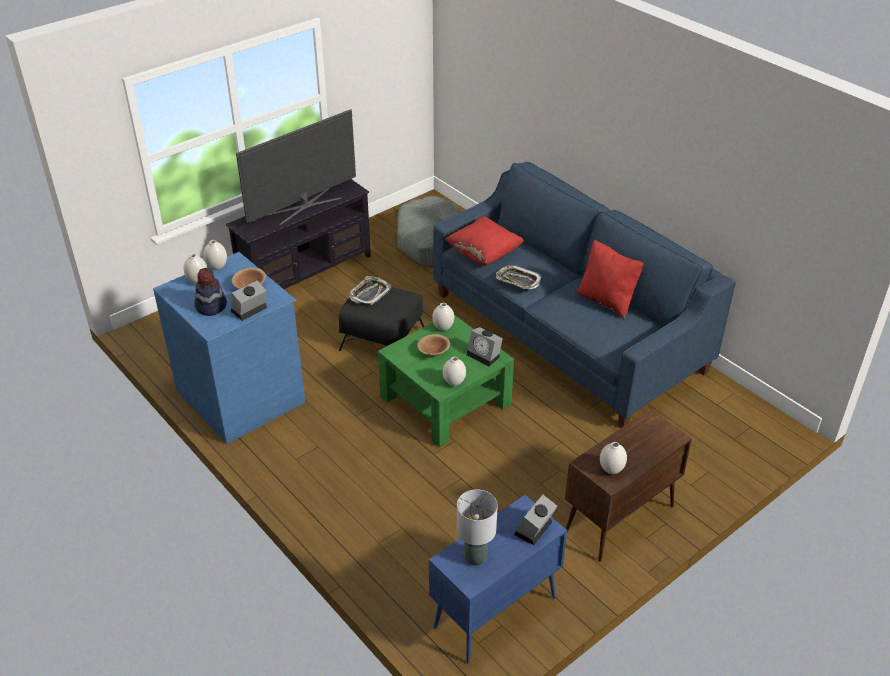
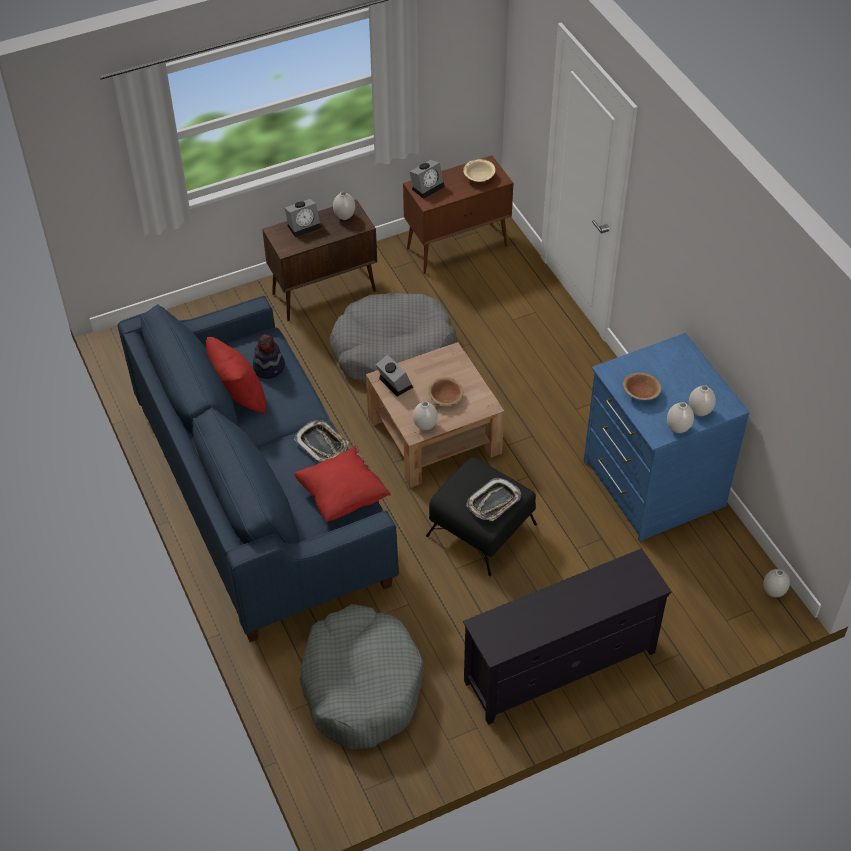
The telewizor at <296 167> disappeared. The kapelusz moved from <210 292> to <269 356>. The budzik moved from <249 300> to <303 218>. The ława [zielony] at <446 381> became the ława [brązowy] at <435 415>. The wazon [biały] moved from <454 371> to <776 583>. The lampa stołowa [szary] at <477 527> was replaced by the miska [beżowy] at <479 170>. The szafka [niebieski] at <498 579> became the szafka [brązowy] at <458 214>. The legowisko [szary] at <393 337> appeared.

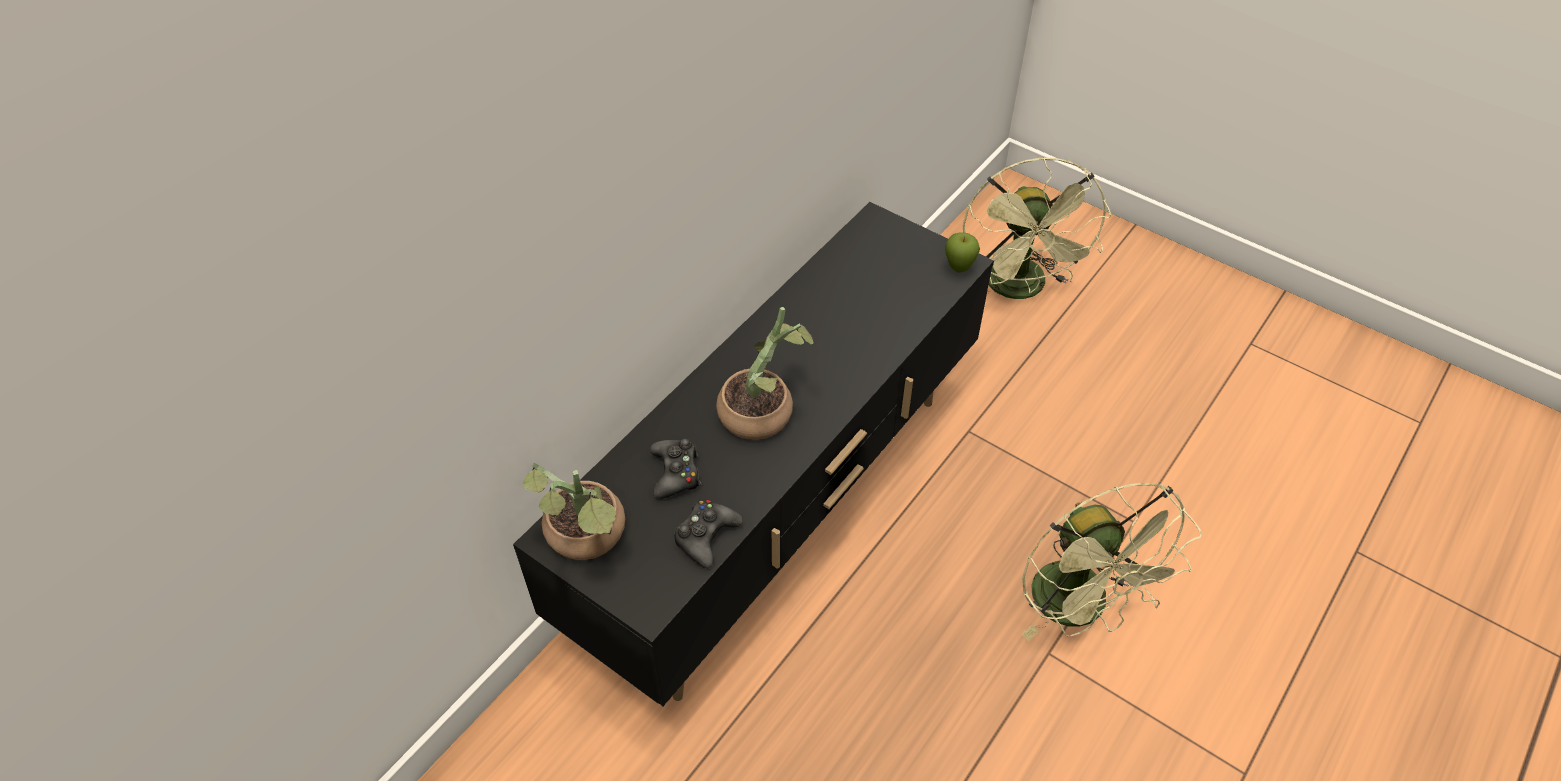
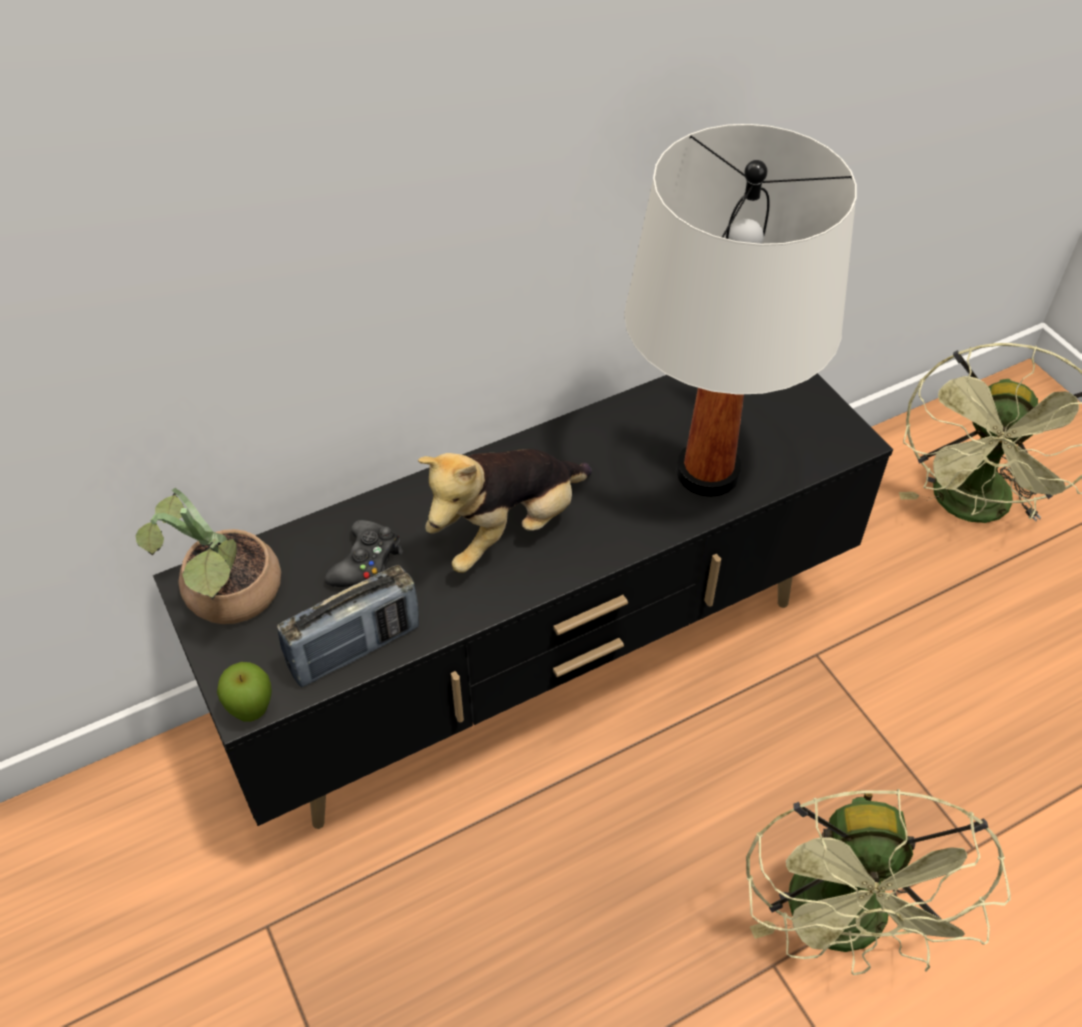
The jabłko moved from <962 253> to <244 692>. The roślina doniczkowa at <765 373> was replaced by the pluszak at <505 511>. The pad do gier [czarny] at <708 534> was replaced by the radio at <348 626>. The lampa stołowa [biały] at <740 310> appeared.

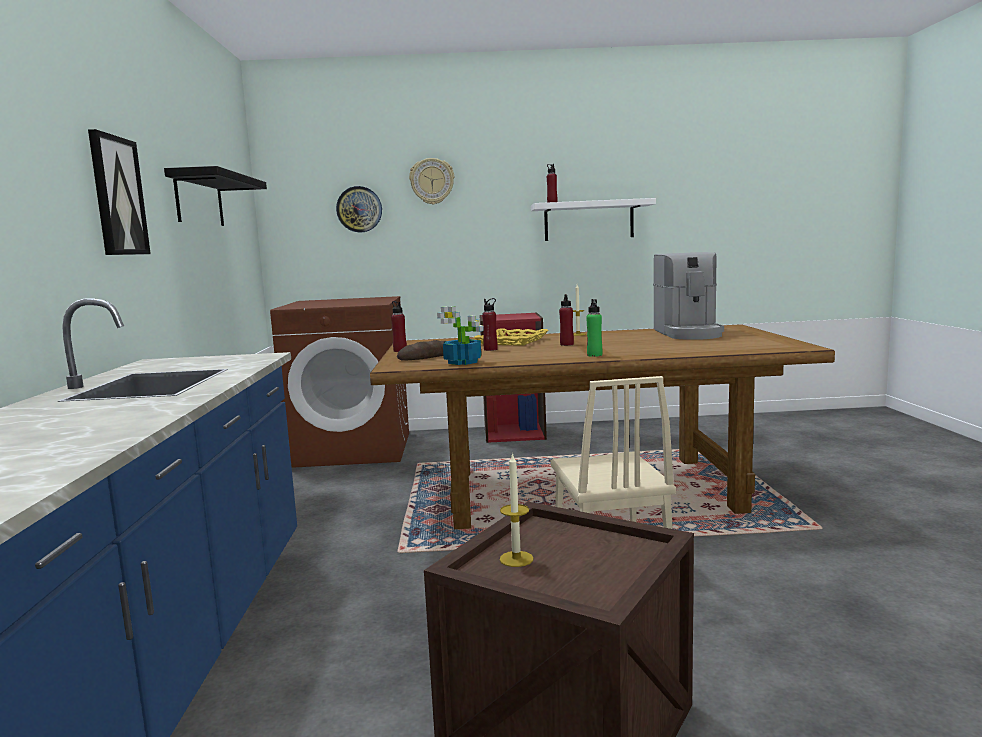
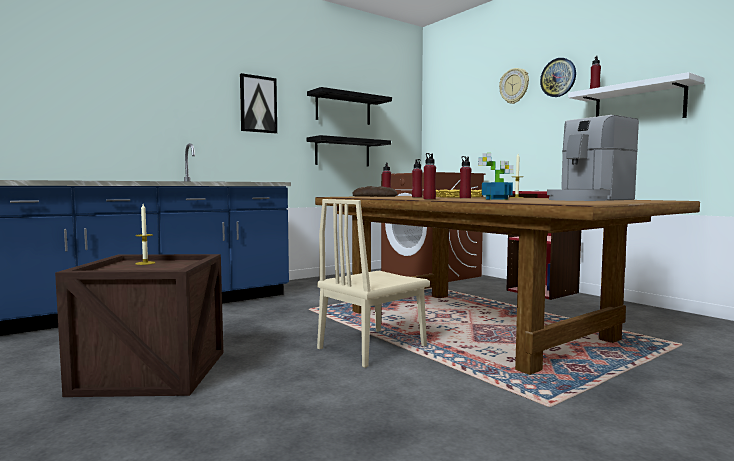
The zegar ścienny moved from <359 209> to <558 77>. The butelka [zielony] at <594 328> became the butelka [czerwony] at <429 176>. The roślina doniczkowa moved from <460 335> to <496 176>. The półka [czarny] at <348 150> appeared.

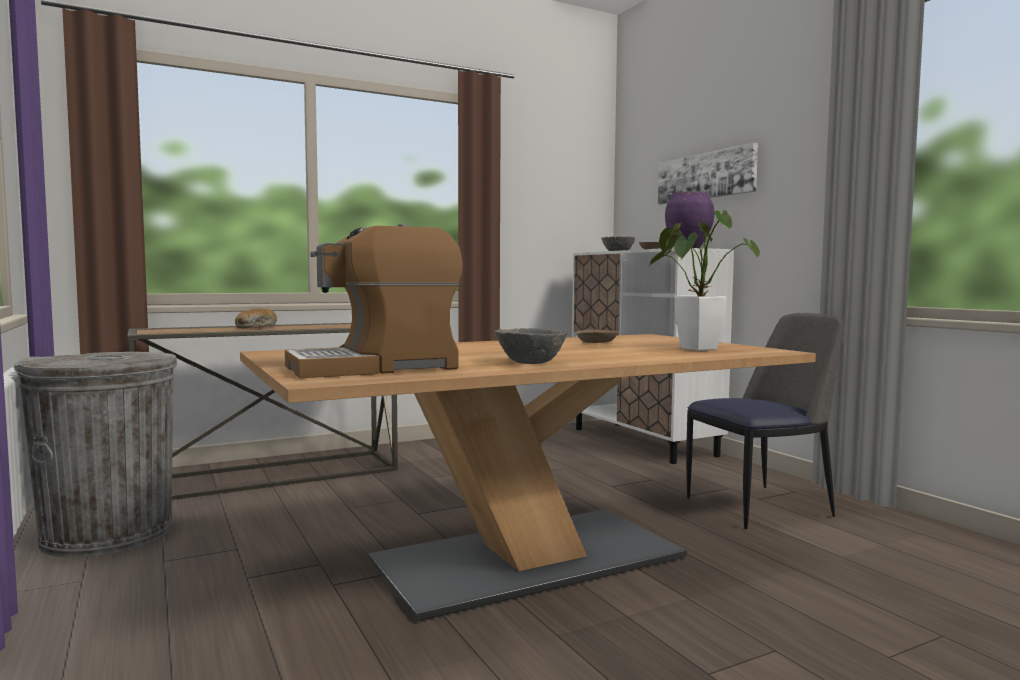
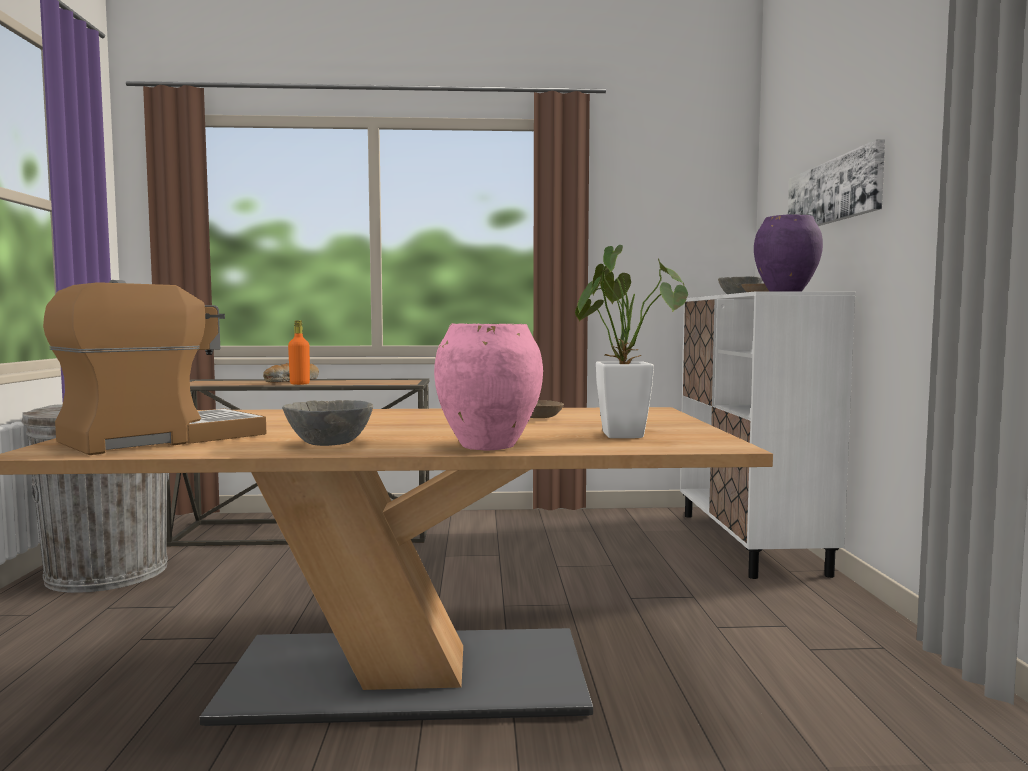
The ekspres do kawy at <374 301> turned 135 degrees clockwise. The krzesło at <764 421> disappeared. The butelka [pomarańczowy] at <299 352> appeared. The wazon [różowy] at <488 386> appeared.

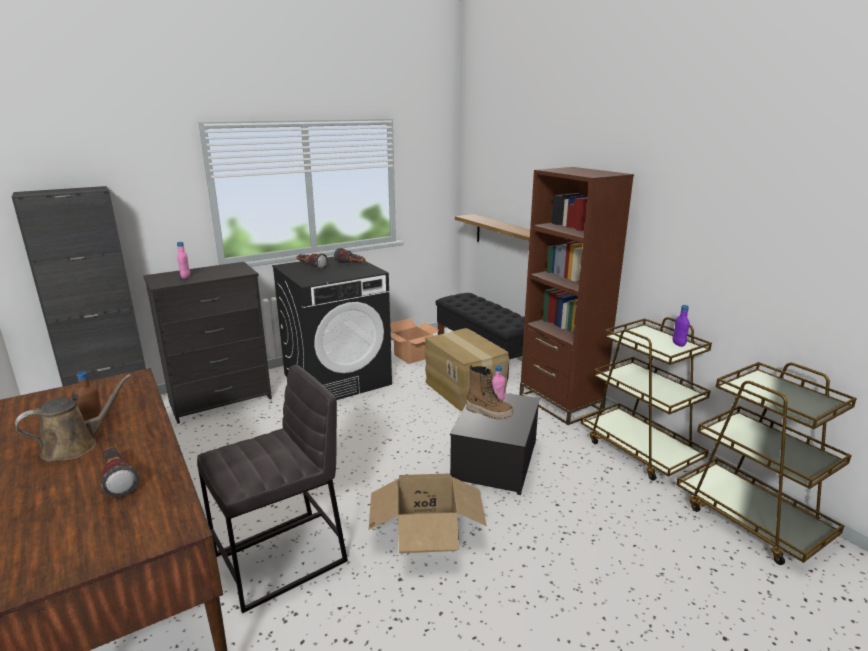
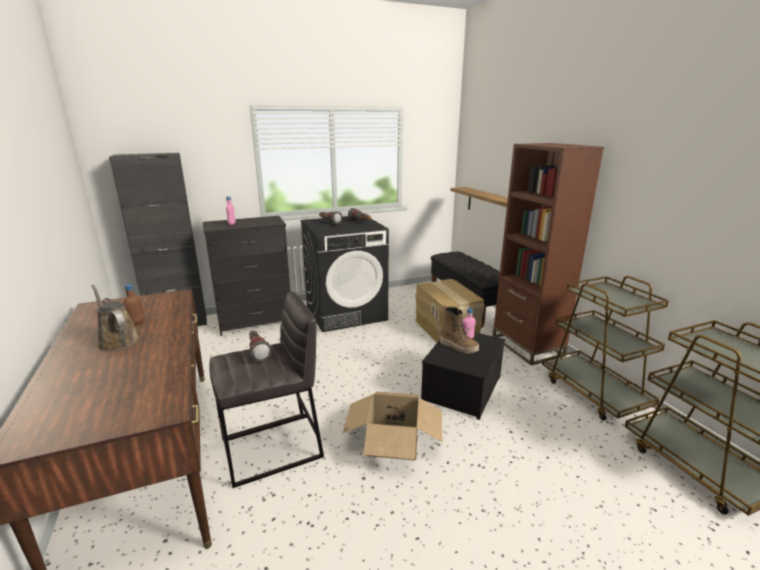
The butelka [fioletowy] at <681 326> disappeared. The karton at <414 341> disappeared. The konewka [brązowy] at <73 418> turned 105 degrees counterclockwise. The latarka moved from <120 472> to <260 346>.

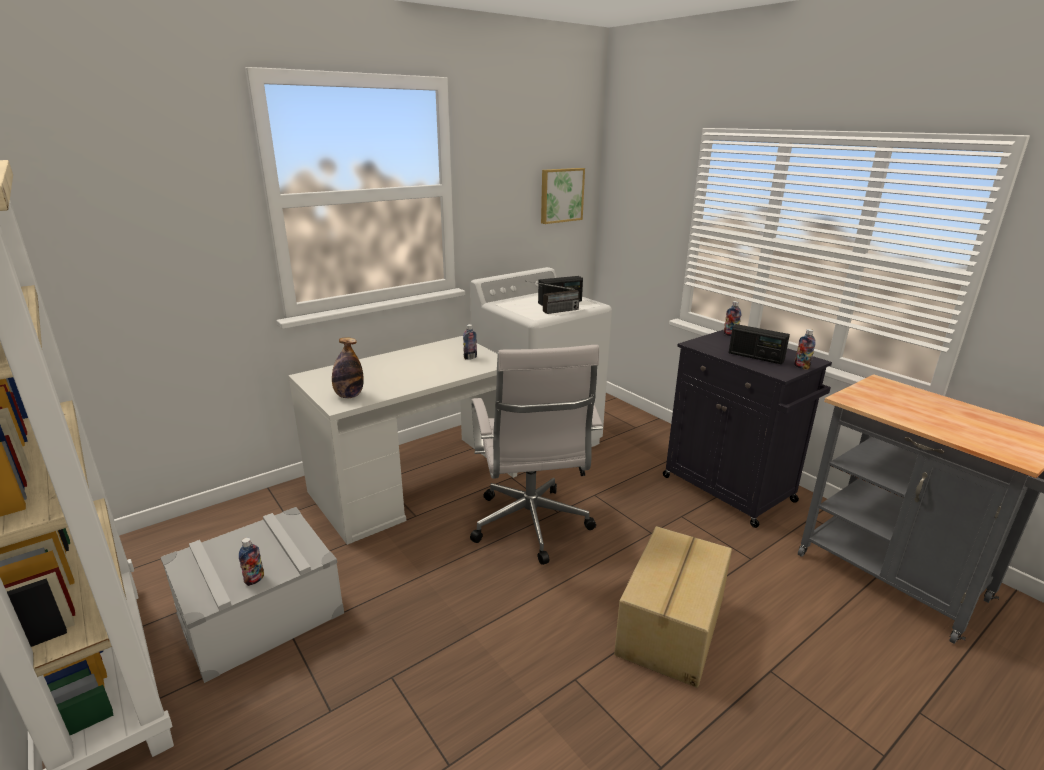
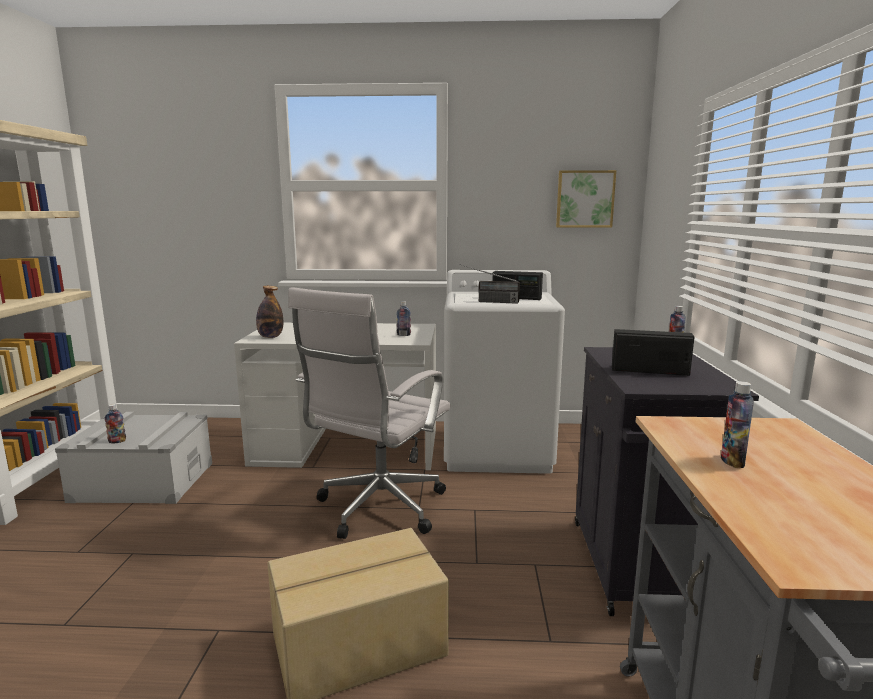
The radio at <759 344> turned 120 degrees clockwise. The butelka moved from <805 349> to <737 424>.

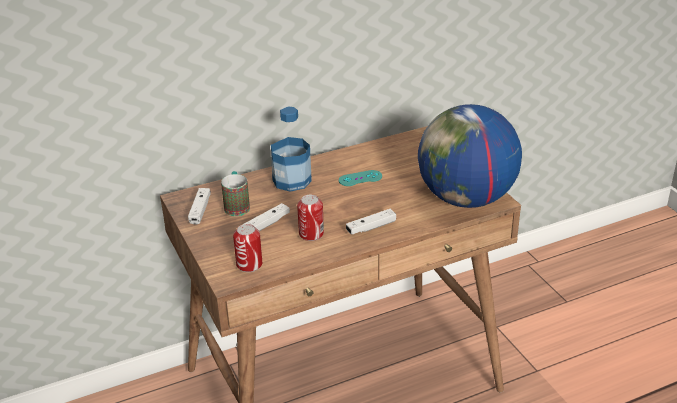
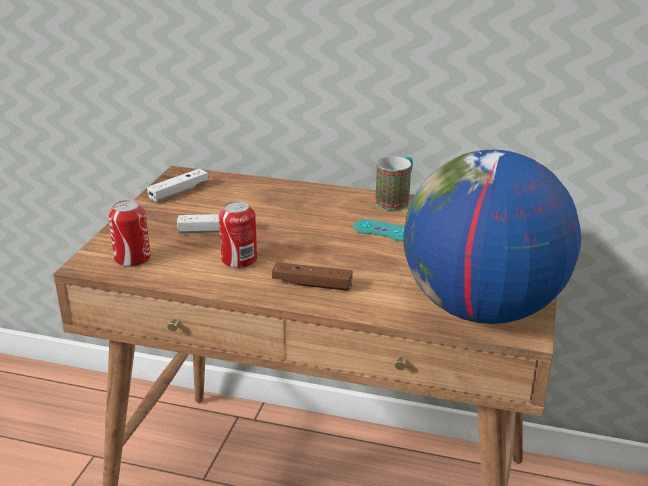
The butelka at <291 149> disappeared. The kubek moved from <235 193> to <394 183>. The pad do gier [biały] at <371 222> became the pad do gier [brązowy] at <312 276>.

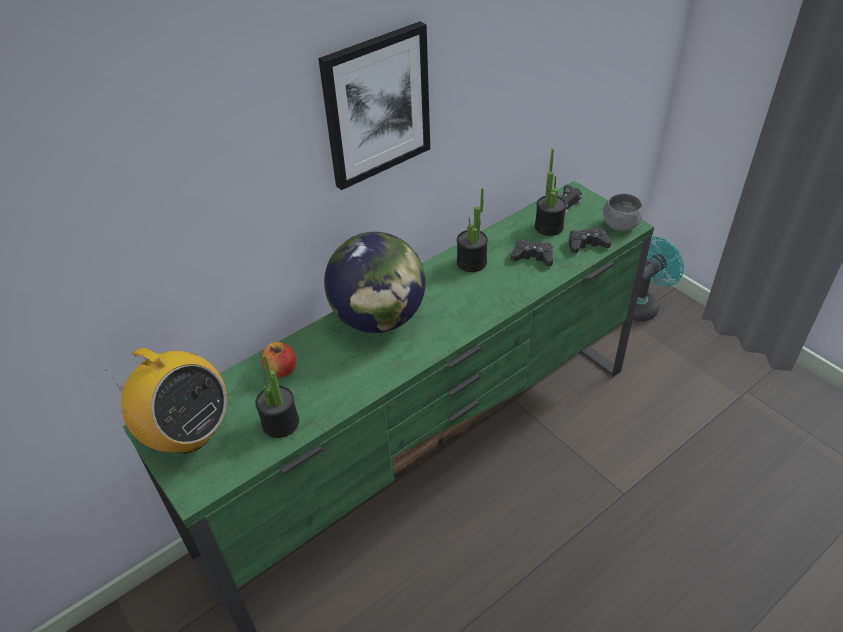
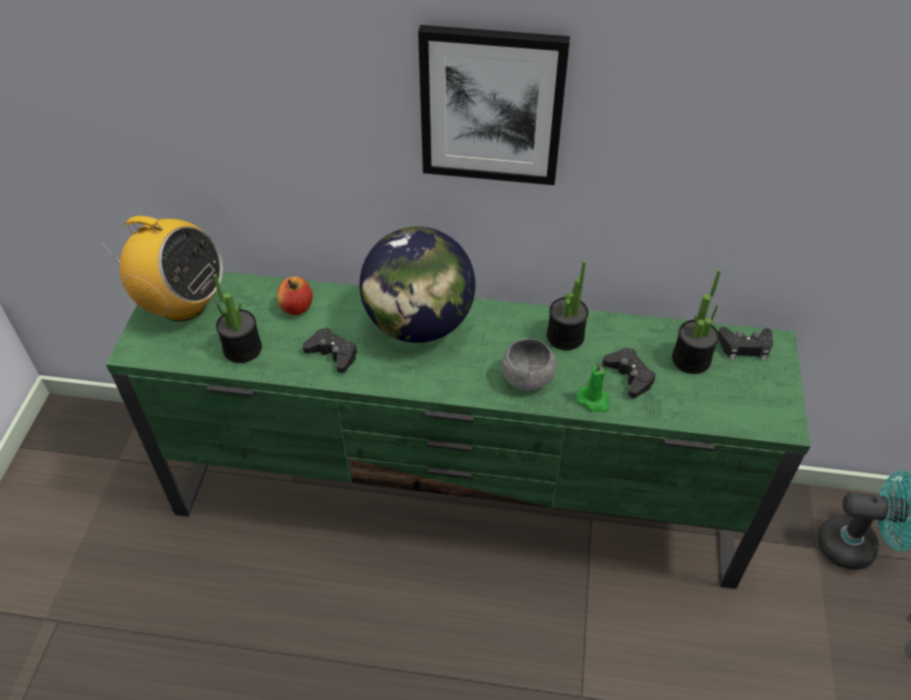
The miska [szary] moved from <623 212> to <529 364>. The pad do gier [czarny] moved from <590 240> to <329 350>. The radio at <166 400> turned 60 degrees counterclockwise. The świeca [zielony] at <593 387> appeared.

